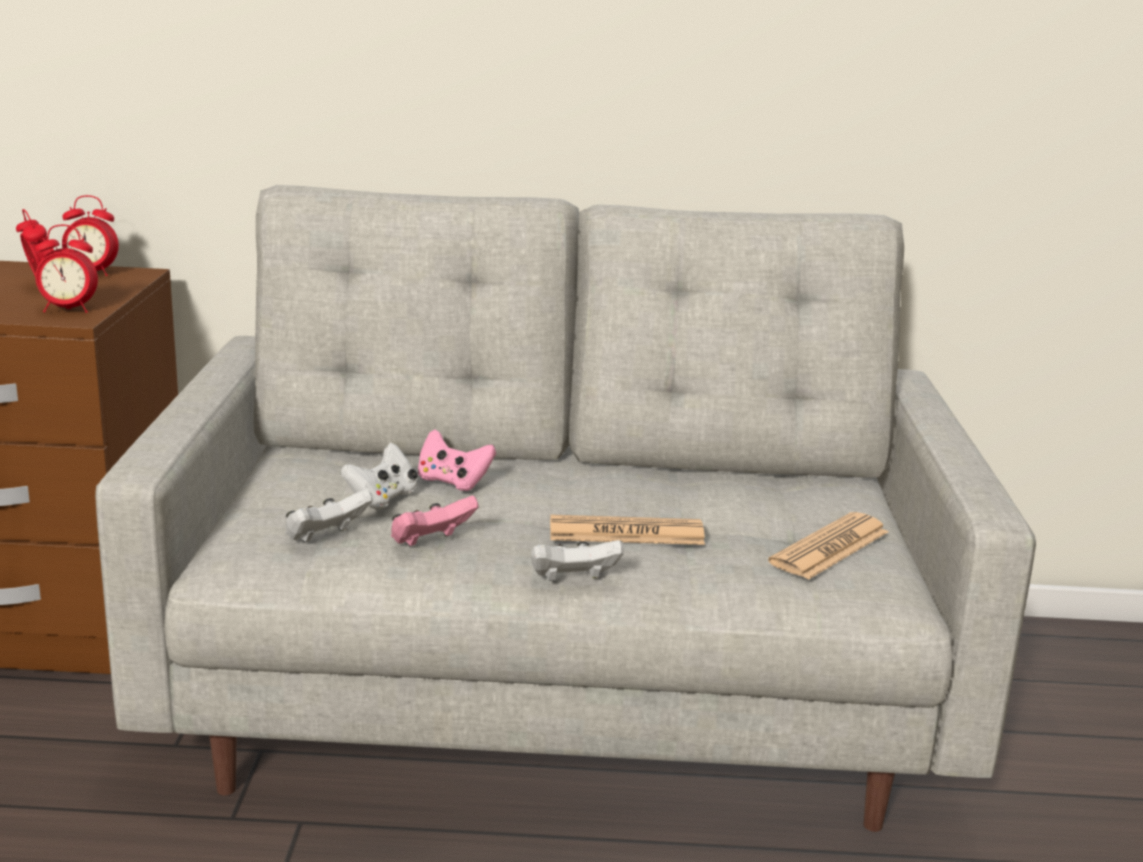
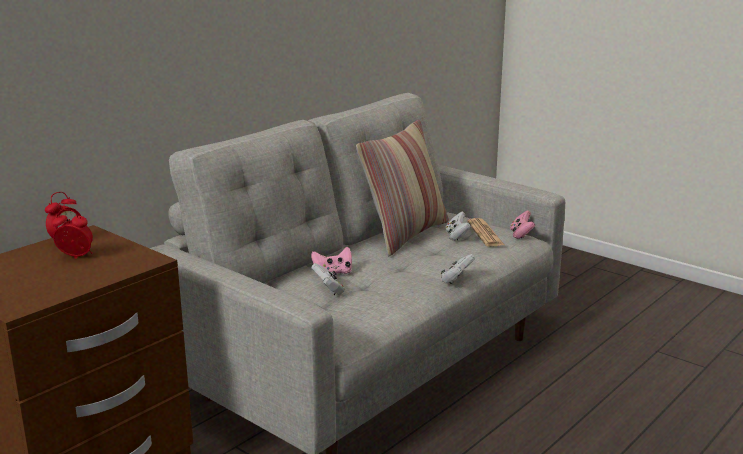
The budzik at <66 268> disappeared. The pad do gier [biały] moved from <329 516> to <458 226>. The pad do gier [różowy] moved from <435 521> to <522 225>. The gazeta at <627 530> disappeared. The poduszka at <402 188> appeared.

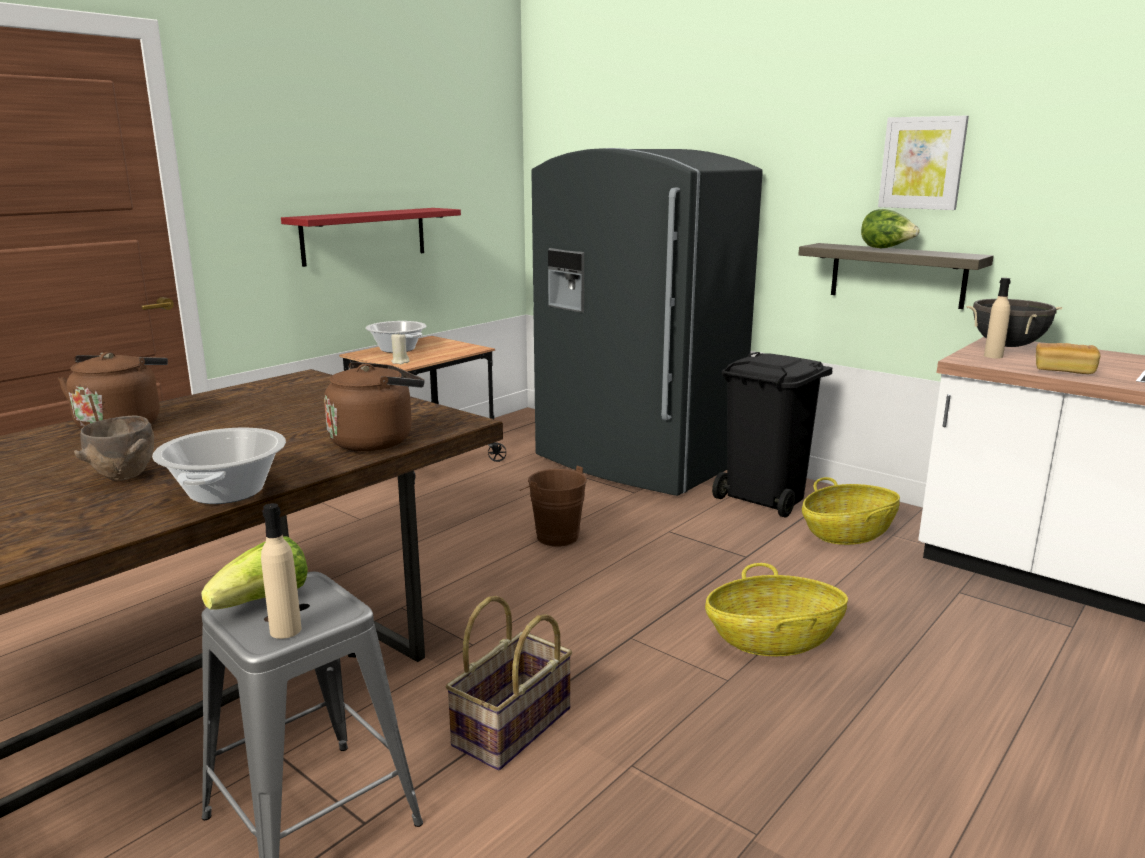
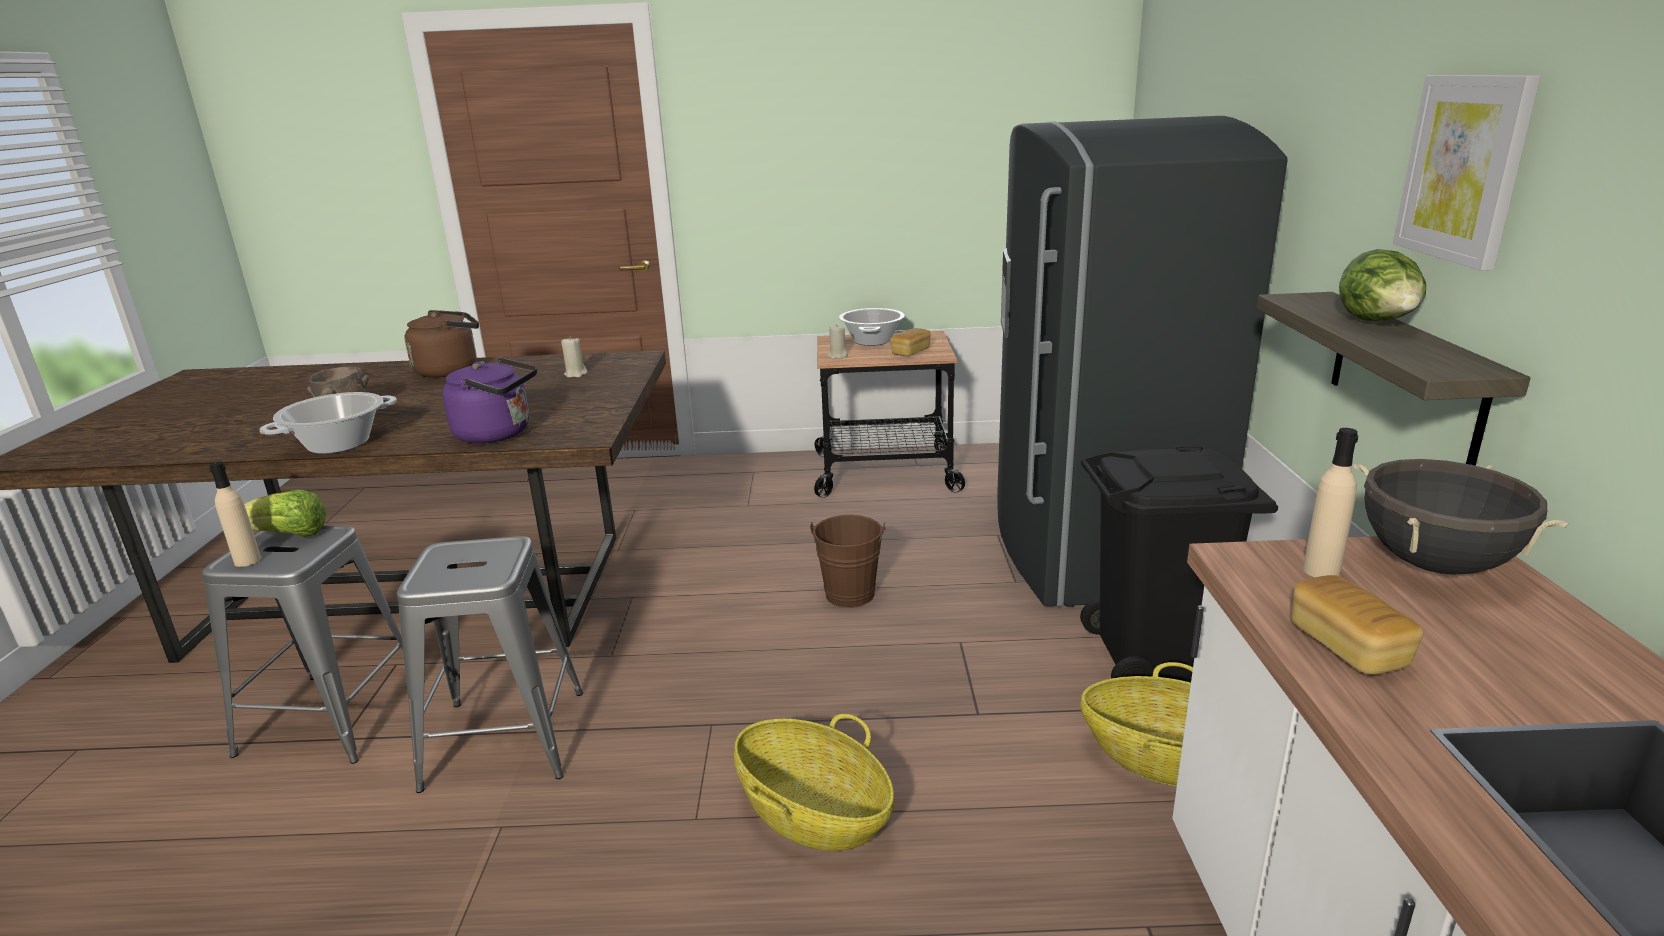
The półka [czerwony] at <371 237> disappeared. The czajnik [brązowy] at <374 406> became the czajnik [fioletowy] at <489 400>. The koszyk at <509 683> was replaced by the stołek [szary] at <490 664>. The chleb at <910 342> appeared. The świeca [beżowy] at <574 357> appeared.

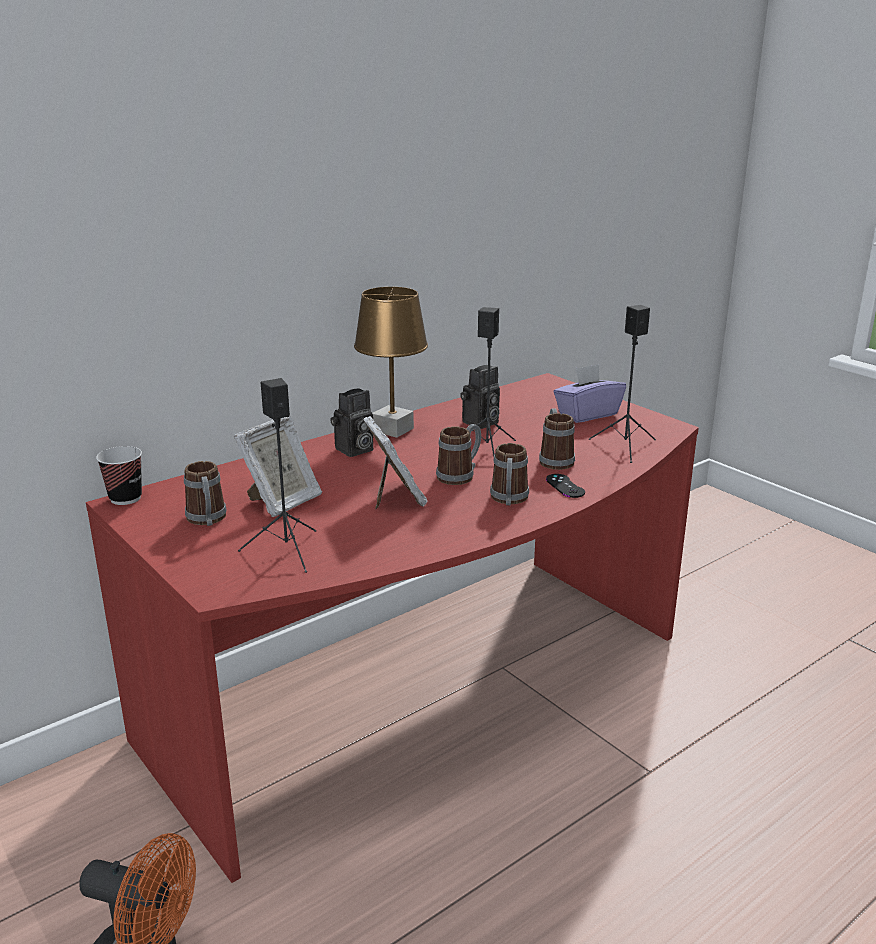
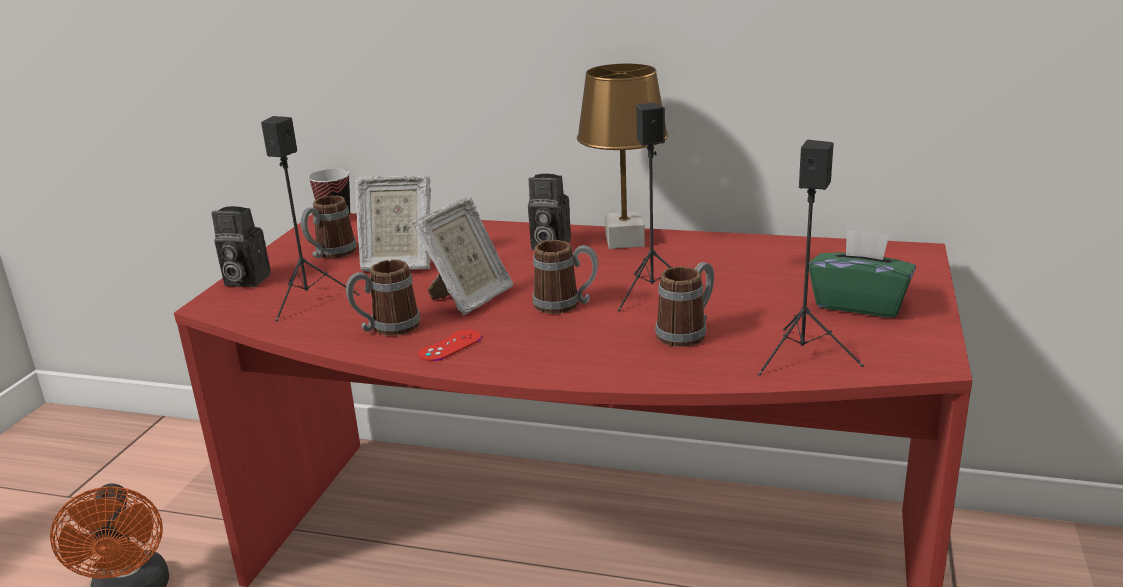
The pudełko chusteczek [fioletowy] at <589 393> became the pudełko chusteczek [zielony] at <862 273>. The aparat fotograficzny moved from <480 397> to <241 246>. The kubek moved from <509 474> to <383 297>. The pad do gier [czarny] at <565 486> disappeared. The pad do gier [czerwony] at <450 345> appeared.

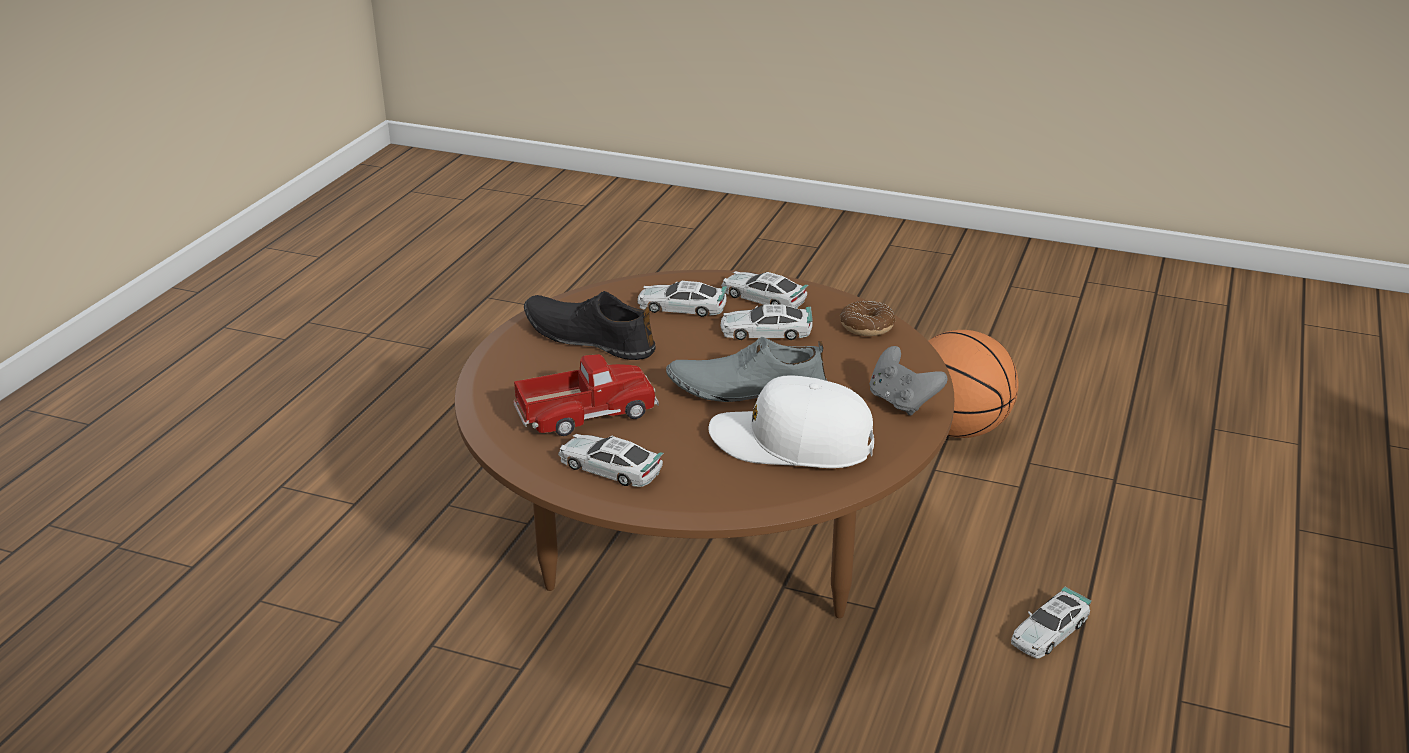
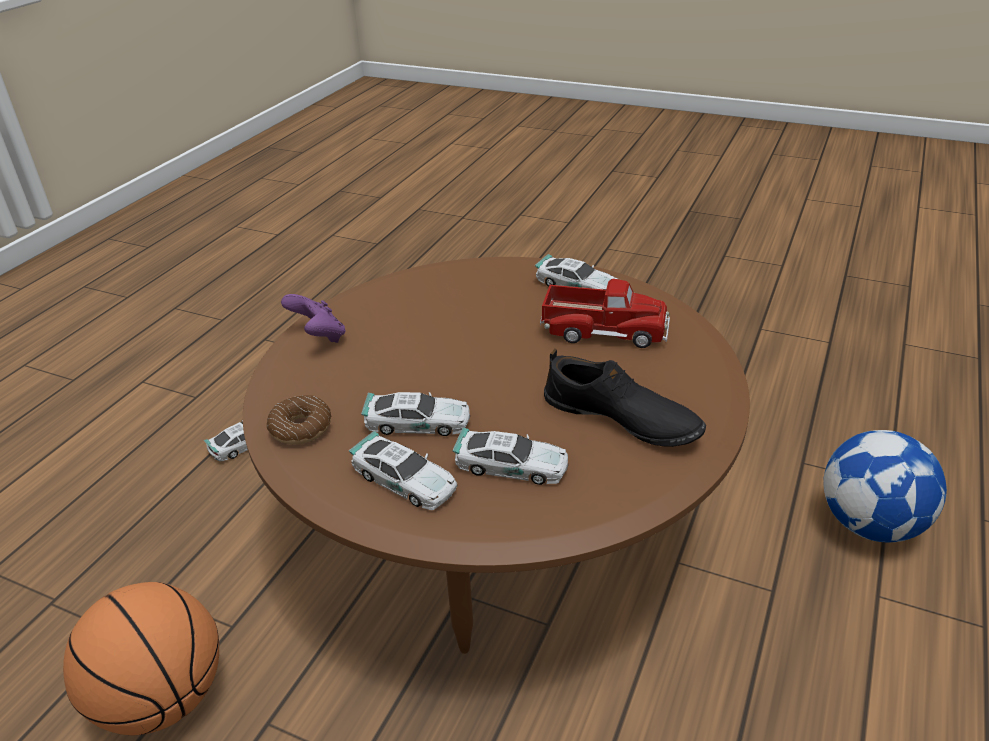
The but [szary] at <746 369> disappeared. The pad do gier [szary] at <909 381> became the pad do gier [fioletowy] at <313 318>. The ciężarówka zabawkowa at <586 395> turned 150 degrees counterclockwise. The czapka z daszkiem [biały] at <791 421> disappeared. The piłka futbolowa at <885 486> appeared.

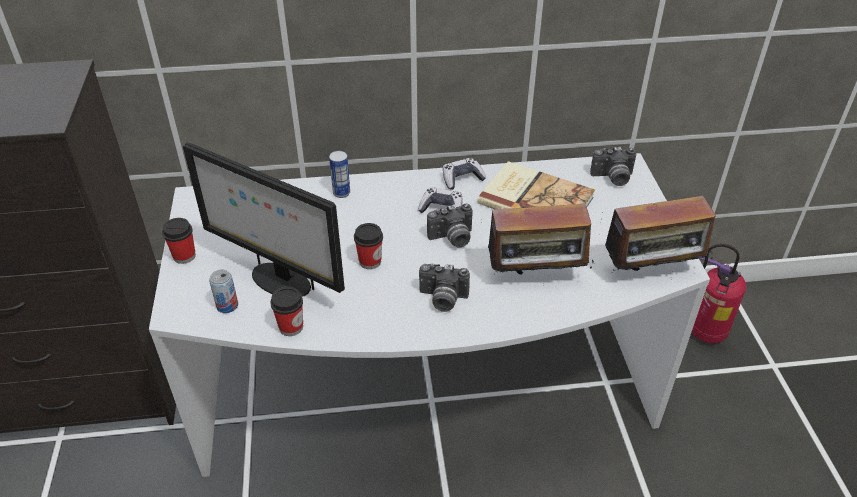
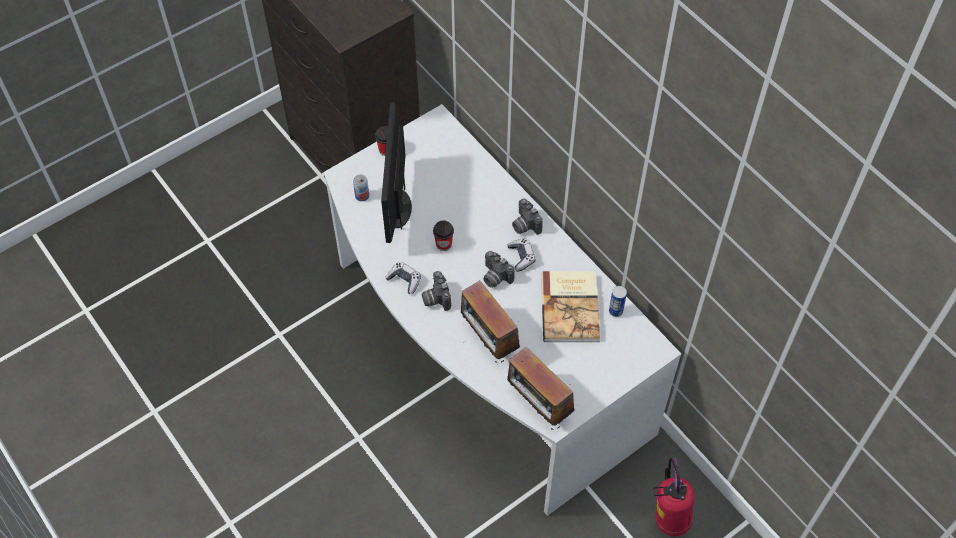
The aparat fotograficzny moved from <613 166> to <527 216>. The puszka moved from <339 174> to <618 301>. The pad do gier moved from <464 174> to <403 278>. The filiżanka at <286 311> disappeared.

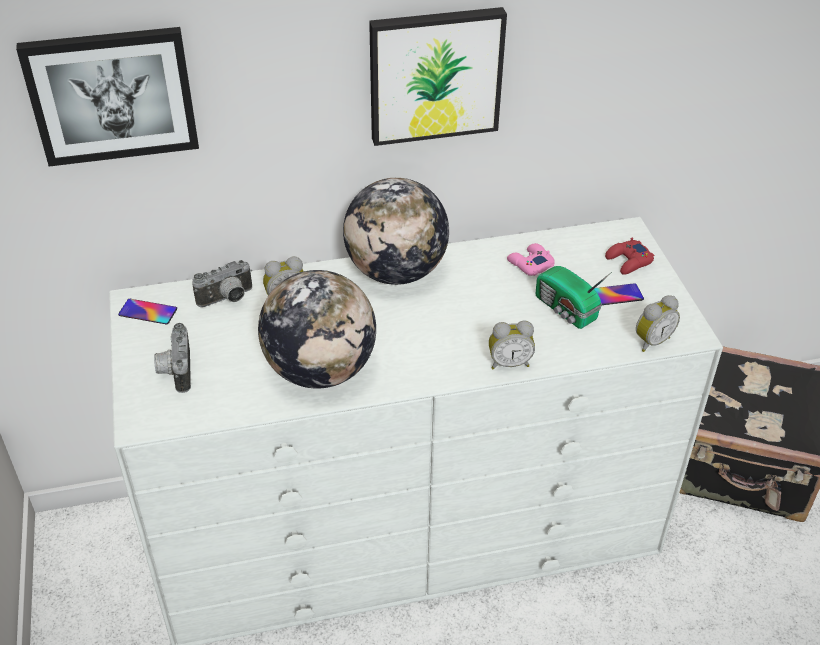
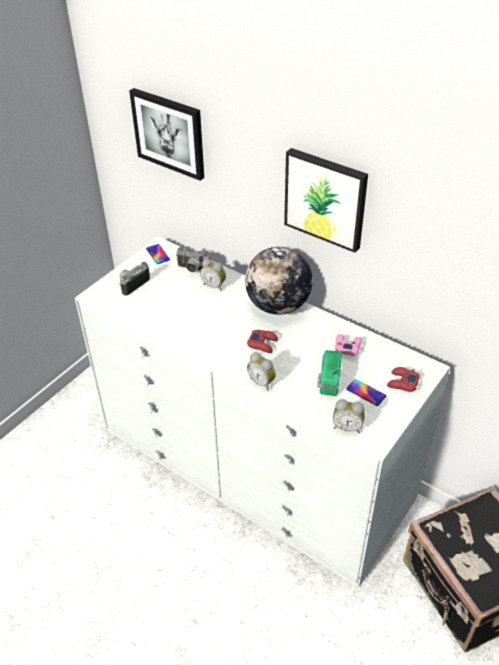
The globus at <317 329> disappeared. The pad do gier [czerwony] at <262 341> appeared.

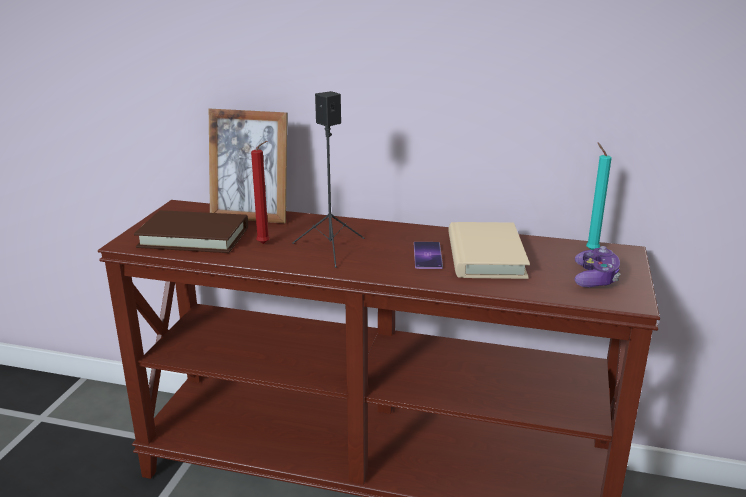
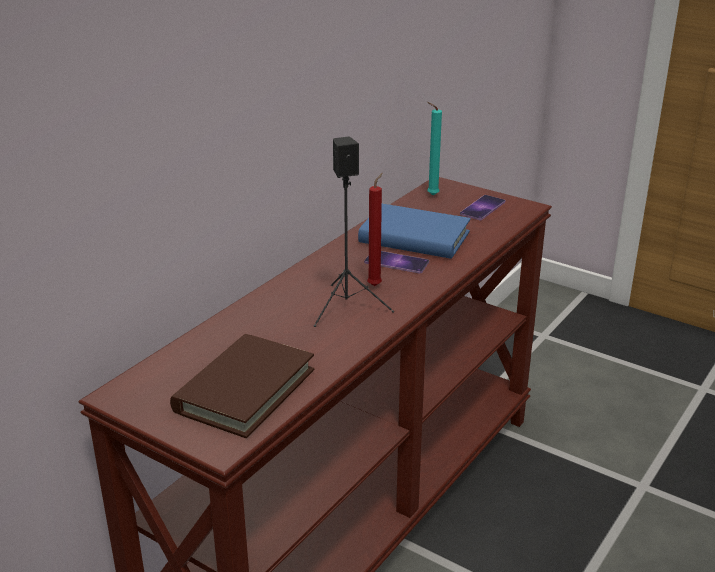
The ramka na zdjęcie at <248 166> disappeared. The świeca [czerwony] moved from <260 192> to <375 229>. The książka [beżowy] at <489 250> became the książka [niebieski] at <414 231>. The pad do gier at <597 266> was replaced by the telefon at <482 207>.

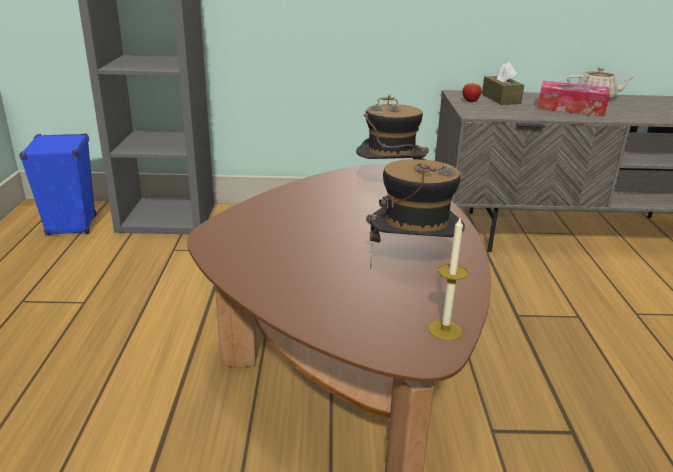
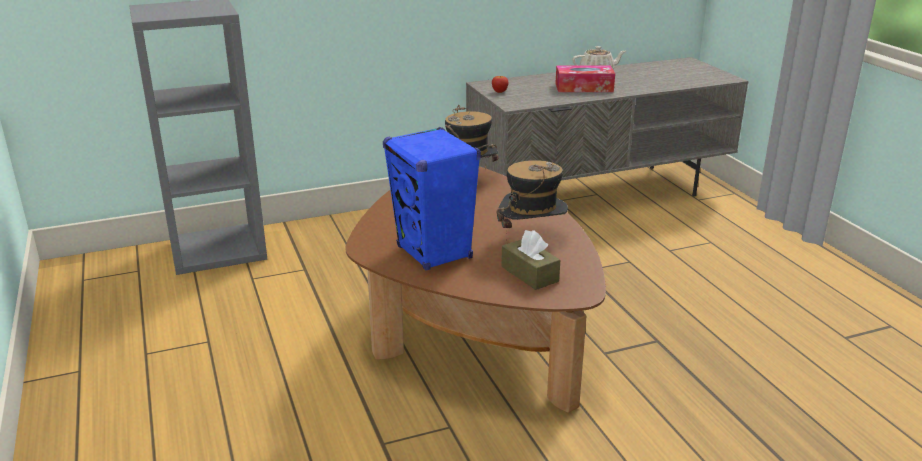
The pudełko chusteczek [brązowy] moved from <503 83> to <530 260>. The głośnik [niebieski] moved from <57 184> to <432 199>. The świeca at <448 279> disappeared.

